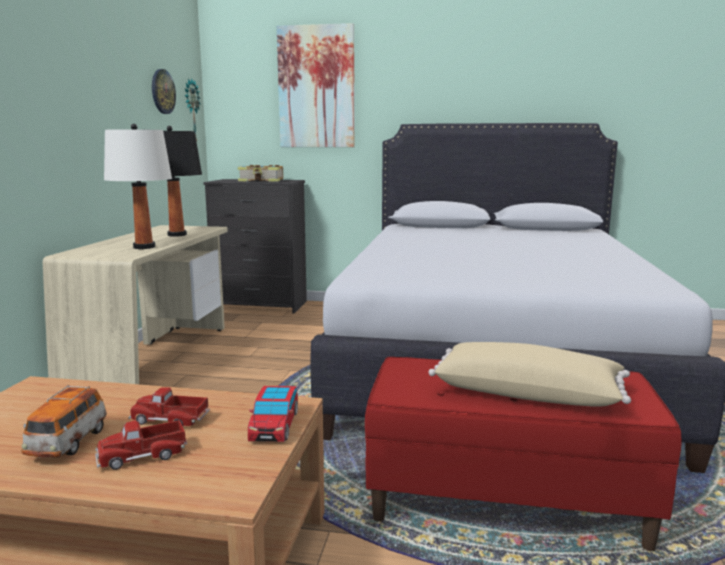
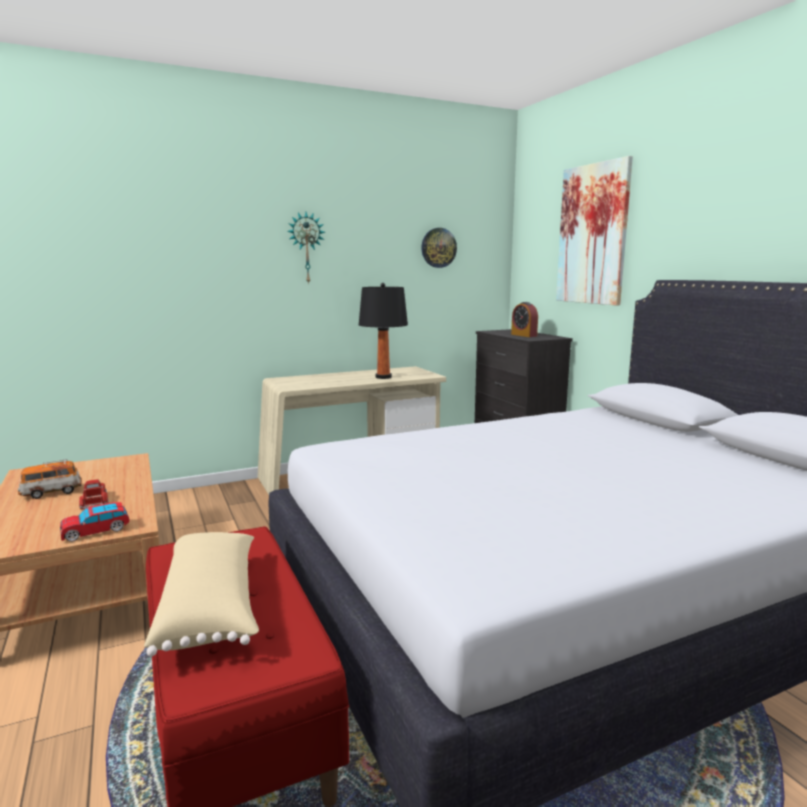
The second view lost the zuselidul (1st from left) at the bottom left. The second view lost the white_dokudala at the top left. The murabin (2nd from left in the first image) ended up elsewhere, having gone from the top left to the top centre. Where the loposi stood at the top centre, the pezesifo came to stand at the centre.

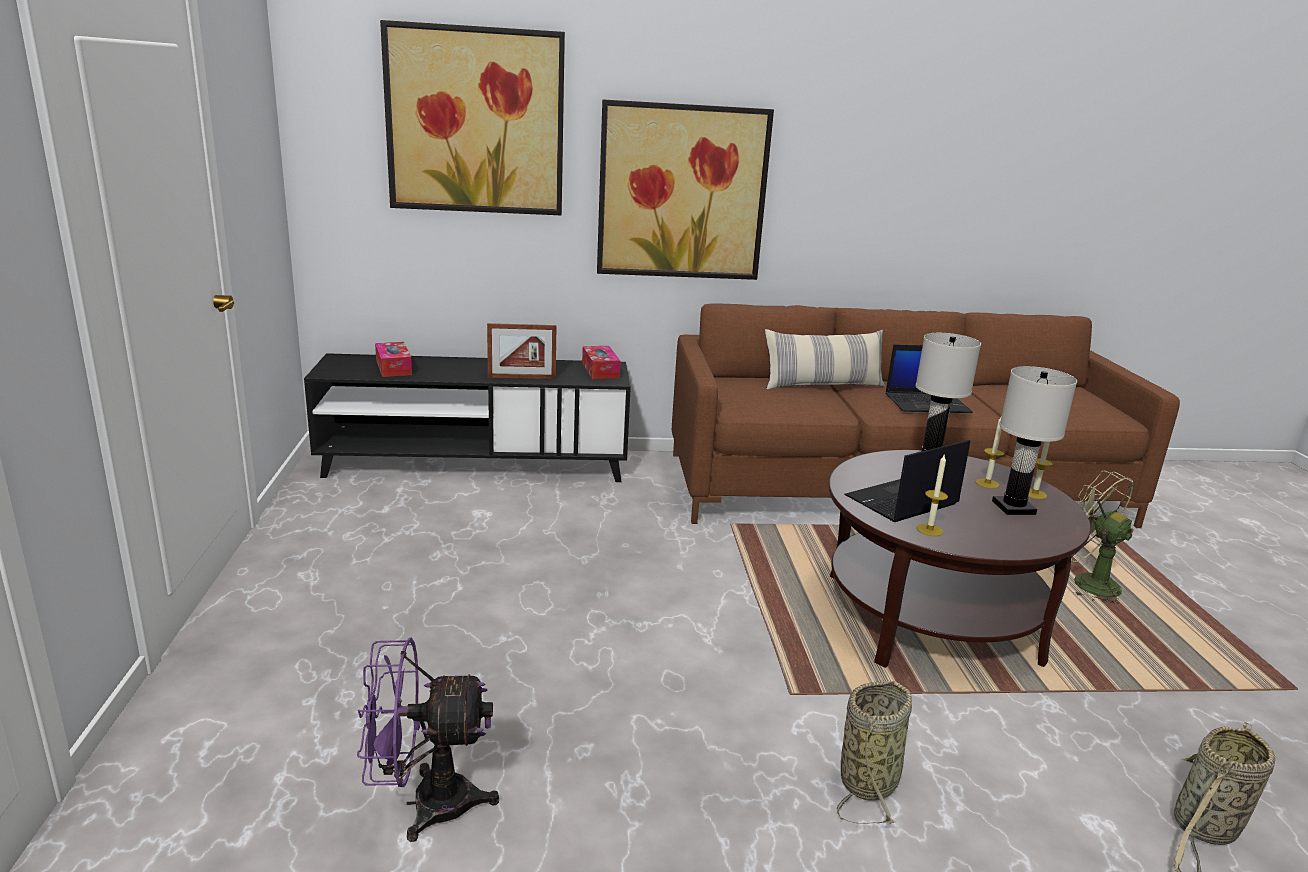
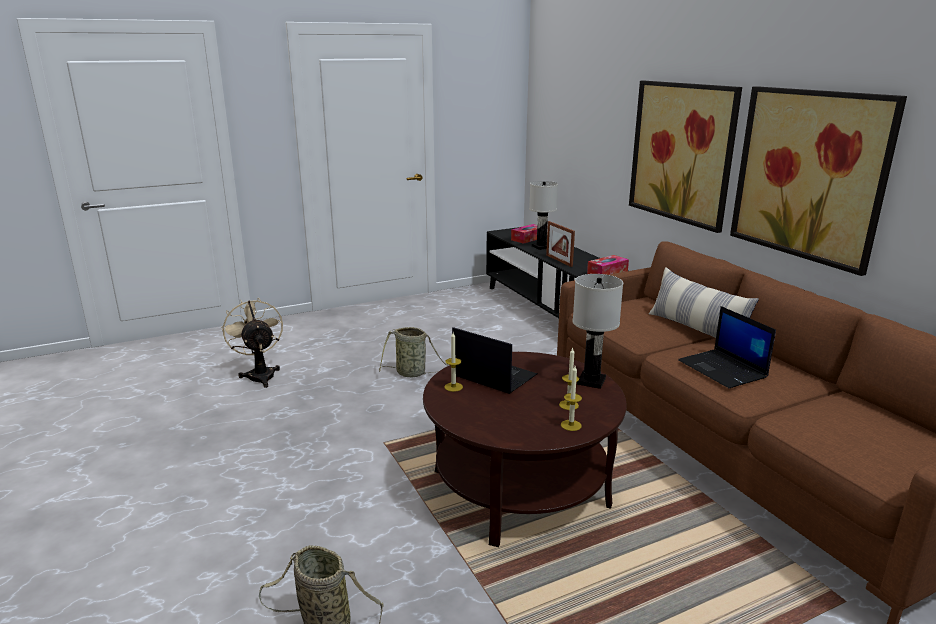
What was the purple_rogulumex at the bottom left turned into the beige_rogulumex at the middle left. The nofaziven (1st from left in the first image) ended up elsewhere, having gone from the top centre to the top right. The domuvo (1st from left in the first image) ended up elsewhere, having gone from the bottom right to the centre. The white_dokudala (2nd from left in the first image) ended up elsewhere, having gone from the middle right to the centre. The second view lost the green_rogulumex at the middle right.

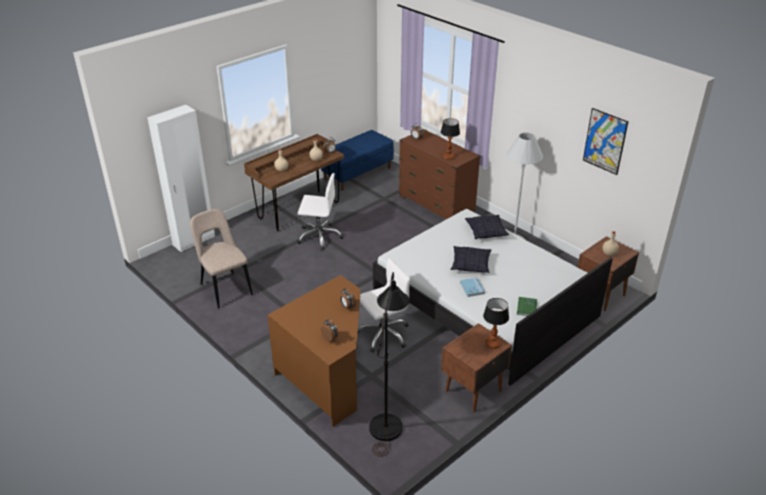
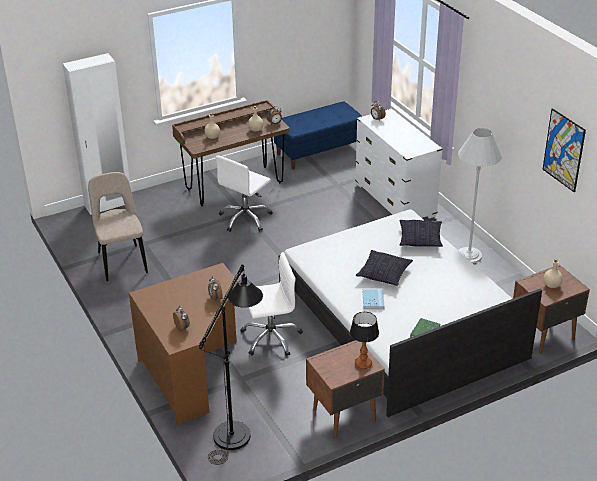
The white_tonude (1st from left) at the centre ended up facing another way, 105 degrees clockwise from before. What was the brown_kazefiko at the centre turned into the white_kazefiko at the middle right. The second view lost the dokudala (1st from left) at the top centre.

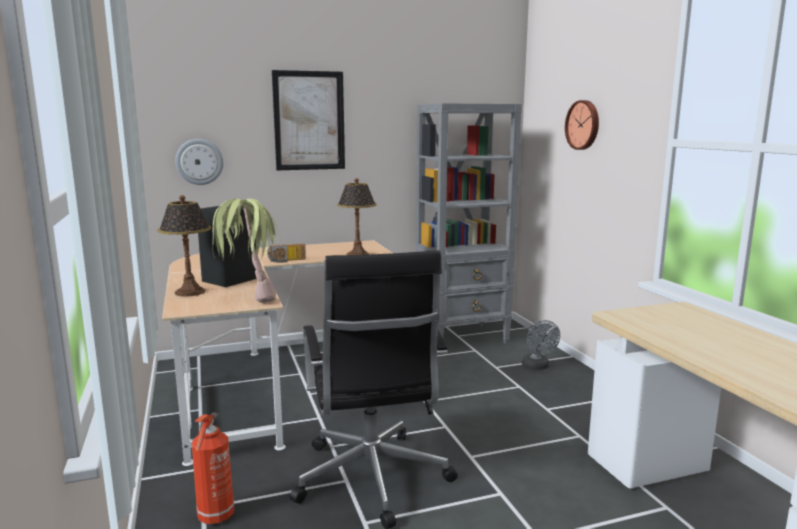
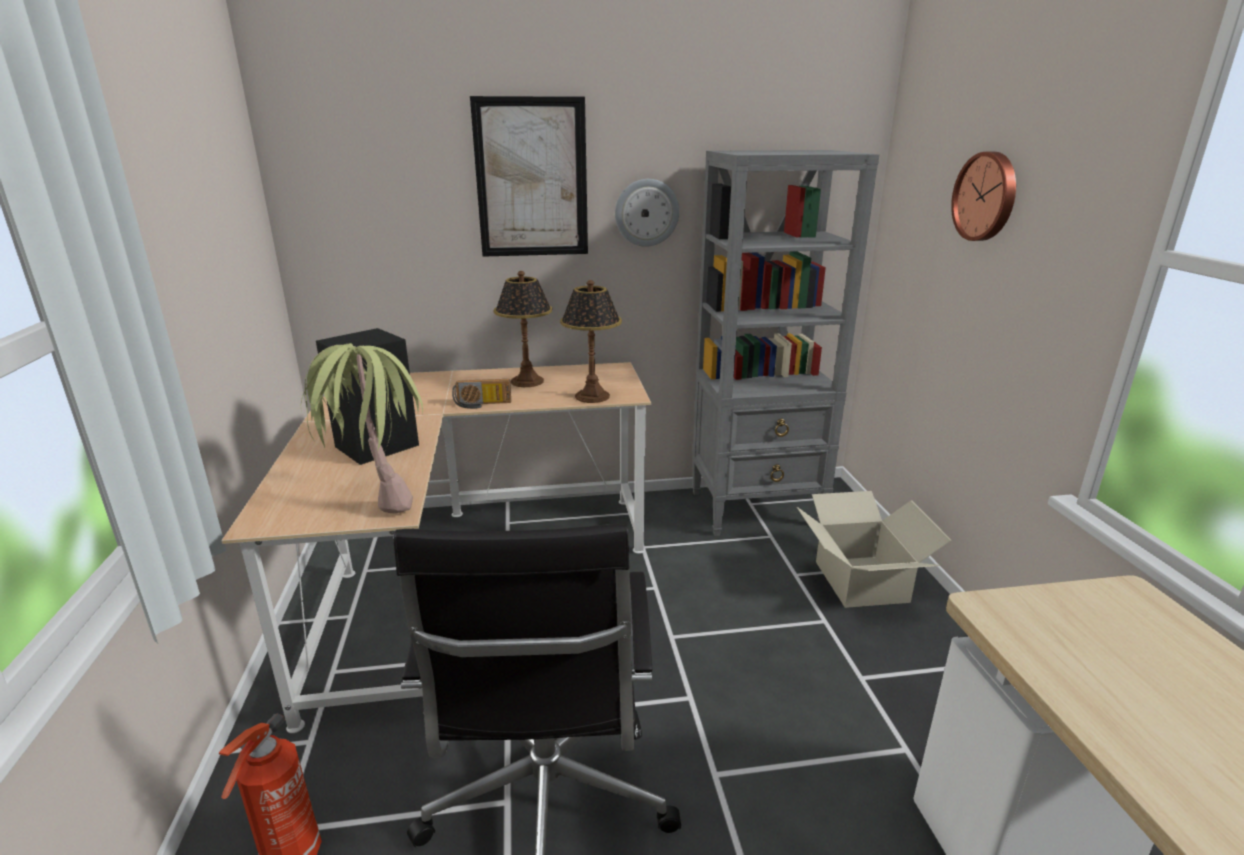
The dokudala (1st from left) ended up elsewhere, having gone from the middle left to the centre. The murabin (1st from left) ended up elsewhere, having gone from the top left to the top centre. Where the grey_rogulumex stood at the middle right, the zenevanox came to stand at the middle right.

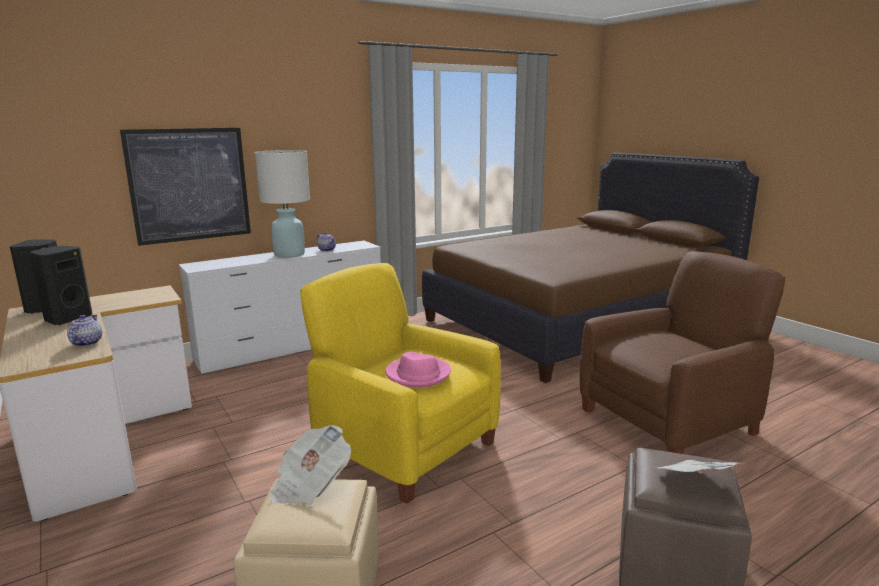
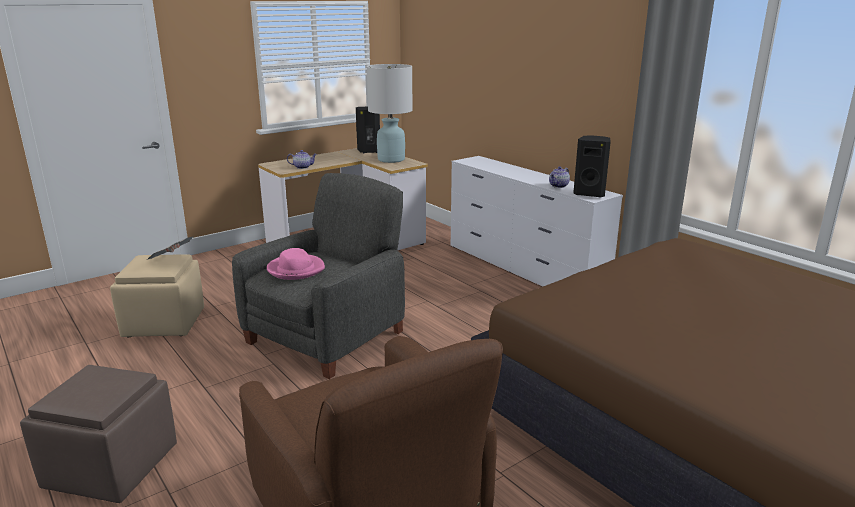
The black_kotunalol (2nd from left) ended up elsewhere, having gone from the middle left to the top right. The second view lost the nofaziven at the top left. The white_dokudala ended up elsewhere, having gone from the middle left to the top centre. What was the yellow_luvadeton at the centre turned into the grey_luvadeton at the centre. The second view lost the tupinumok (2nd from left) at the bottom right.

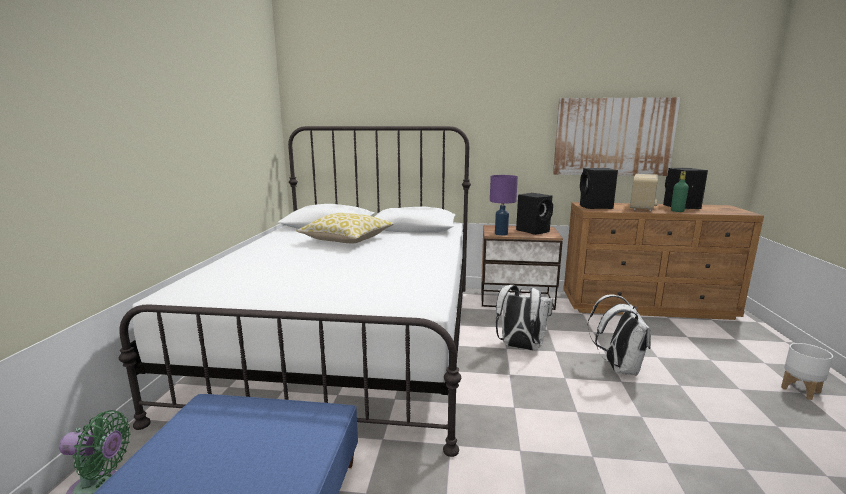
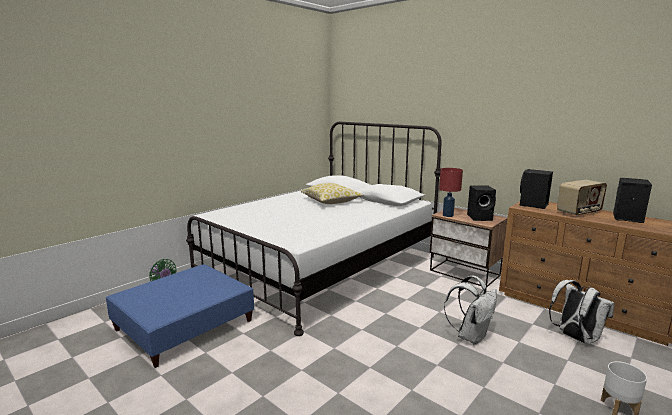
What was the purple_dokudala at the centre turned into the red_dokudala at the middle right. The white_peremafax (1st from left in the first image) ended up elsewhere, having gone from the centre to the bottom right. The second view lost the nofaziven at the top right. The second view lost the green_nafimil at the middle right.

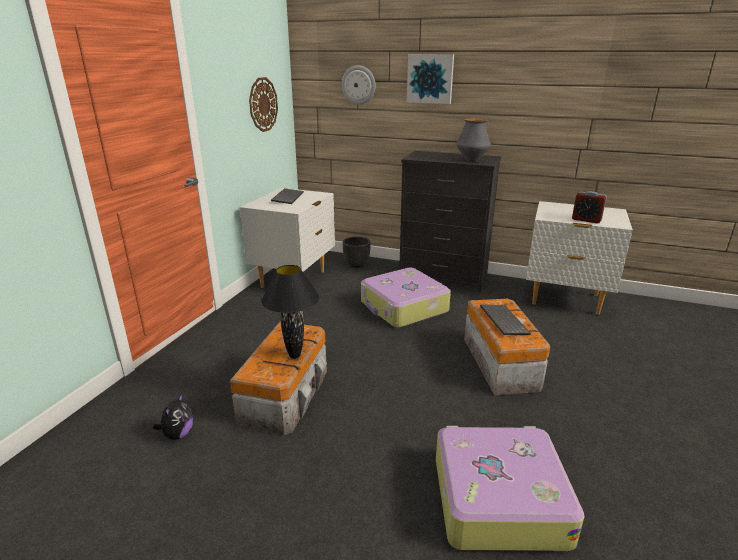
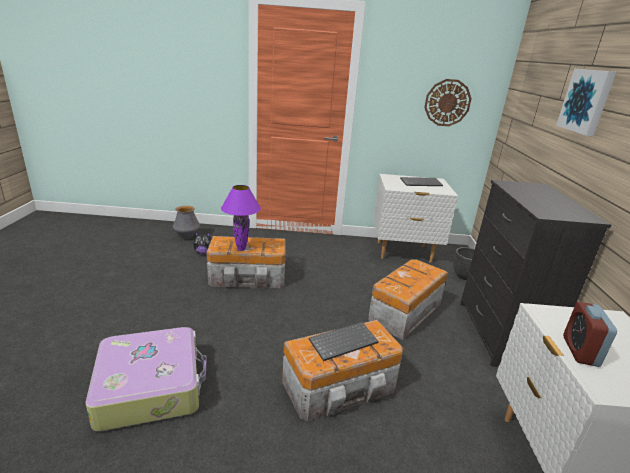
What was the black_dokudala at the centre turned into the purple_dokudala at the centre. The second view lost the murabin (2nd from left) at the top centre. Where the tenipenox (1st from left) stood at the centre, the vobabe (3rd from left) came to stand at the centre. The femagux ended up elsewhere, having gone from the top centre to the middle left.

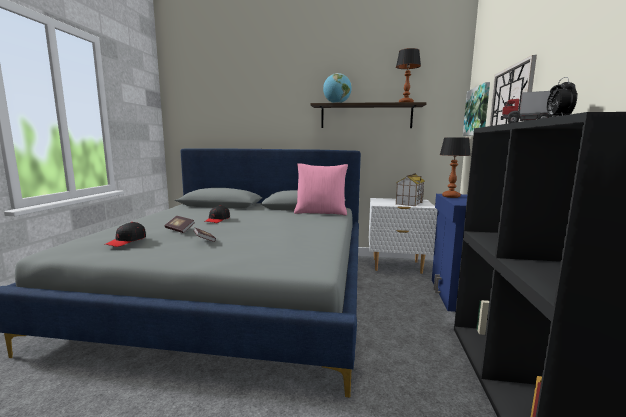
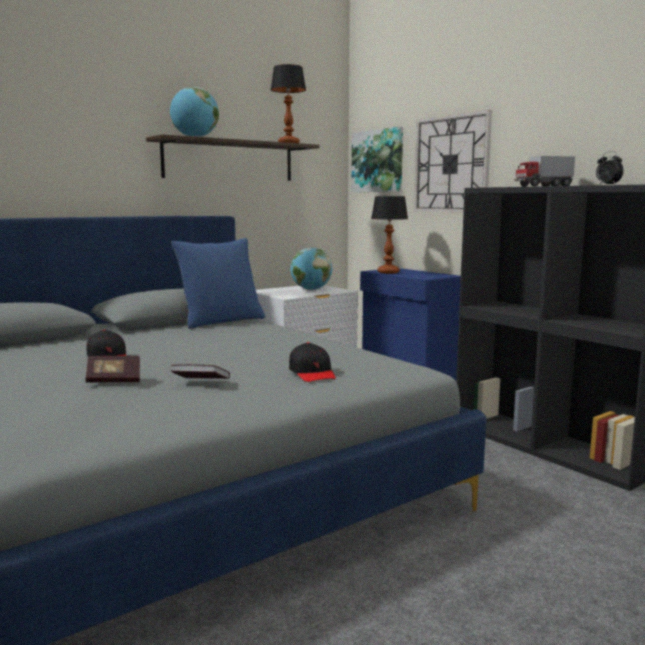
The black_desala (1st from left in the first image) ended up elsewhere, having gone from the middle left to the centre. What was the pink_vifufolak at the centre turned into the blue_vifufolak at the centre. Where the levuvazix stood at the centre, the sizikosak (2nd from left) came to stand at the centre.

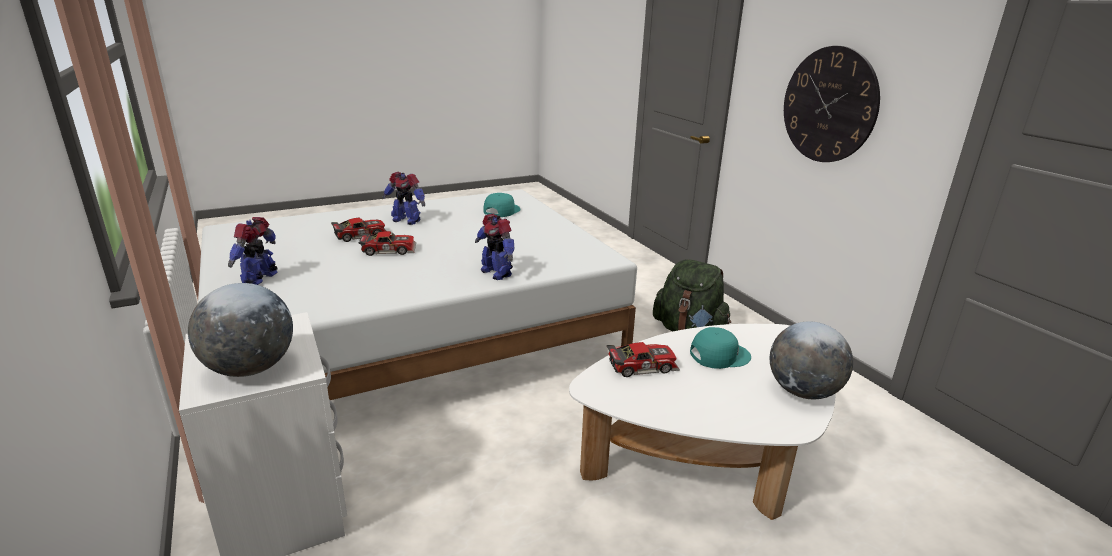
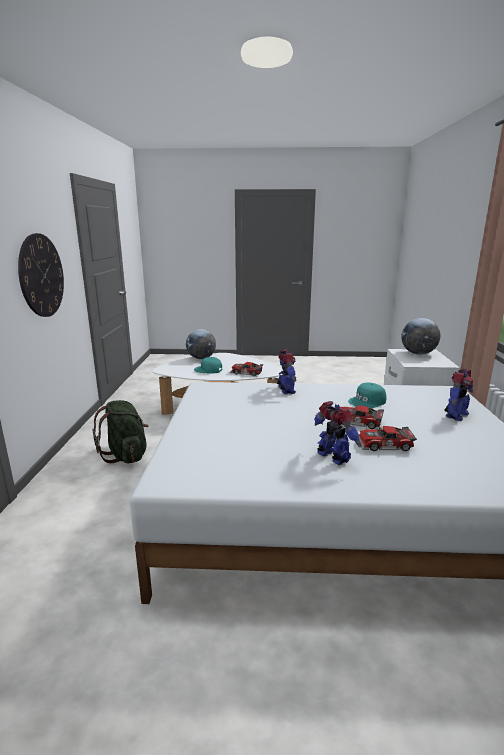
The turquoise_desala (1st from left in the first image) ended up elsewhere, having gone from the centre to the middle right.

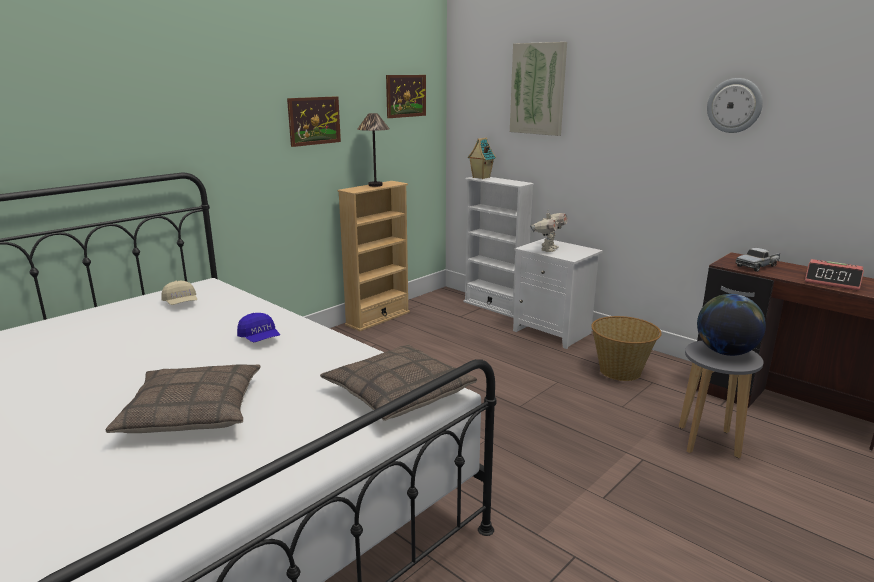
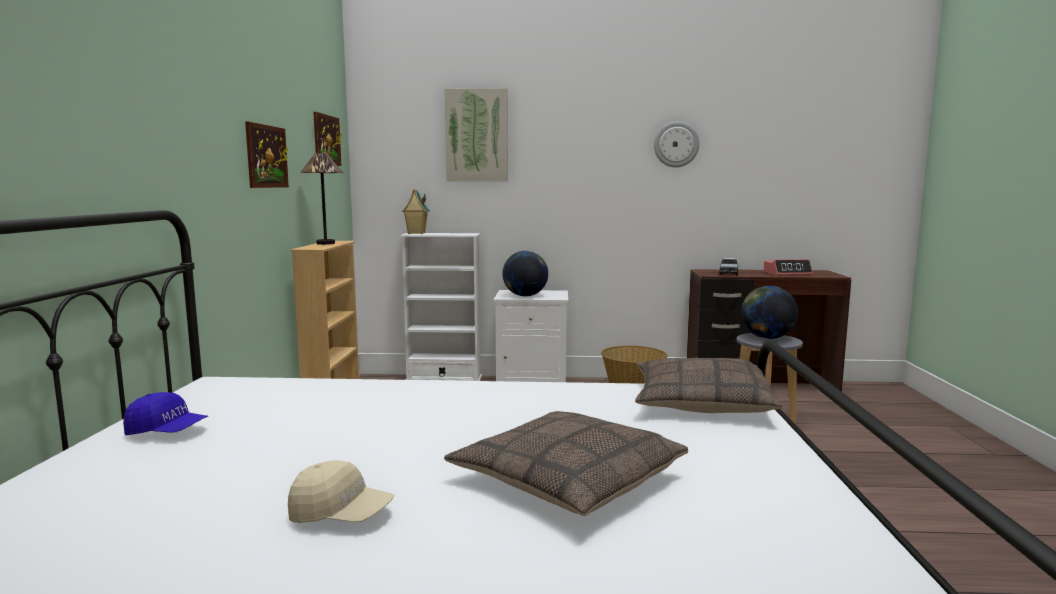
The beige_desala ended up elsewhere, having gone from the middle left to the bottom left. The blue_desala ended up elsewhere, having gone from the middle left to the bottom left. Where the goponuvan stood at the centre, the sizikosak (1st from left) came to stand at the centre.

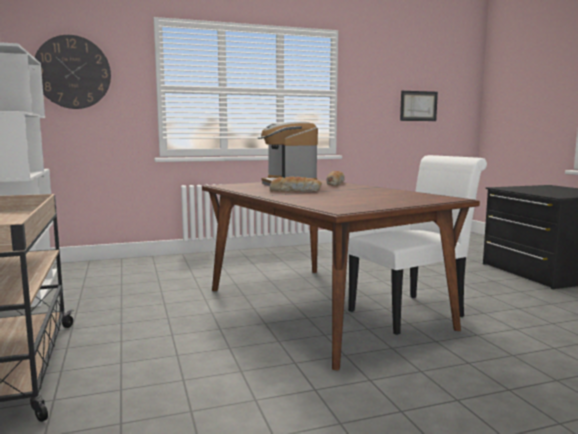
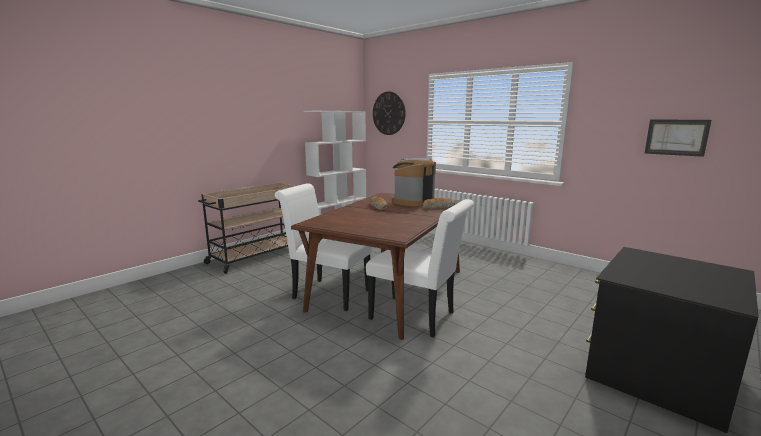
The second view gained the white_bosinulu (1st from left) at the centre.

